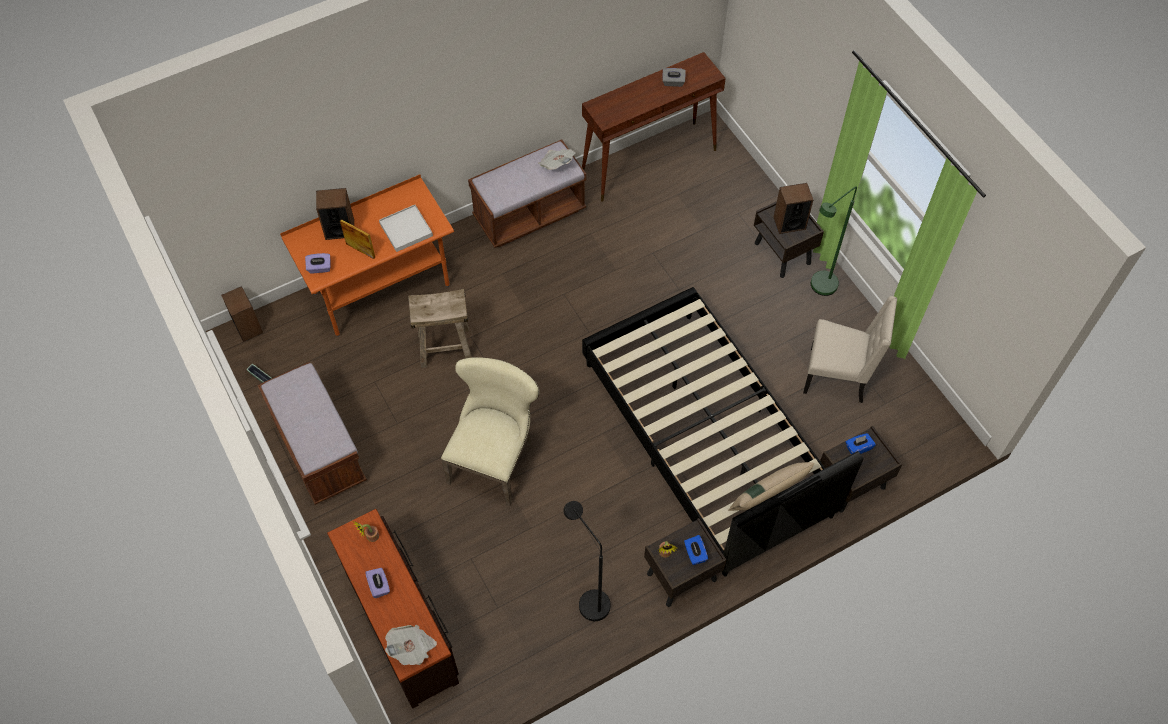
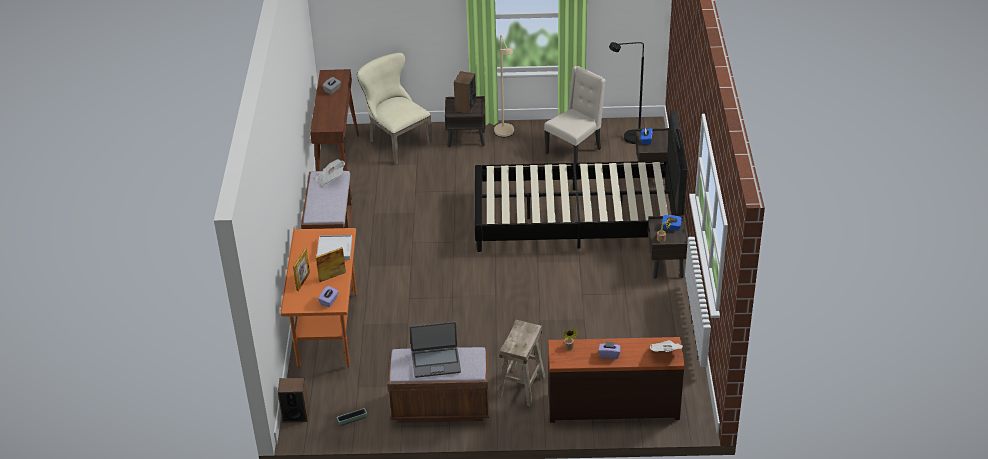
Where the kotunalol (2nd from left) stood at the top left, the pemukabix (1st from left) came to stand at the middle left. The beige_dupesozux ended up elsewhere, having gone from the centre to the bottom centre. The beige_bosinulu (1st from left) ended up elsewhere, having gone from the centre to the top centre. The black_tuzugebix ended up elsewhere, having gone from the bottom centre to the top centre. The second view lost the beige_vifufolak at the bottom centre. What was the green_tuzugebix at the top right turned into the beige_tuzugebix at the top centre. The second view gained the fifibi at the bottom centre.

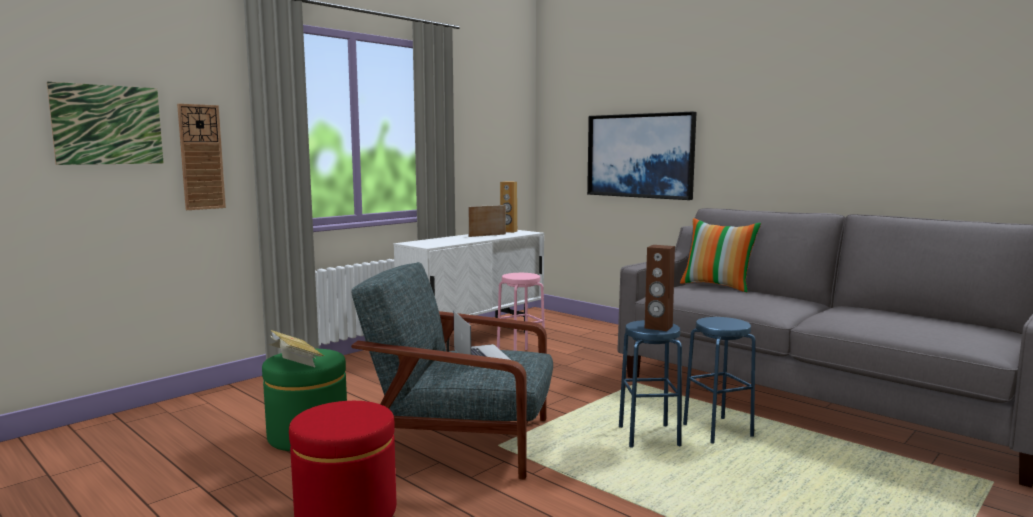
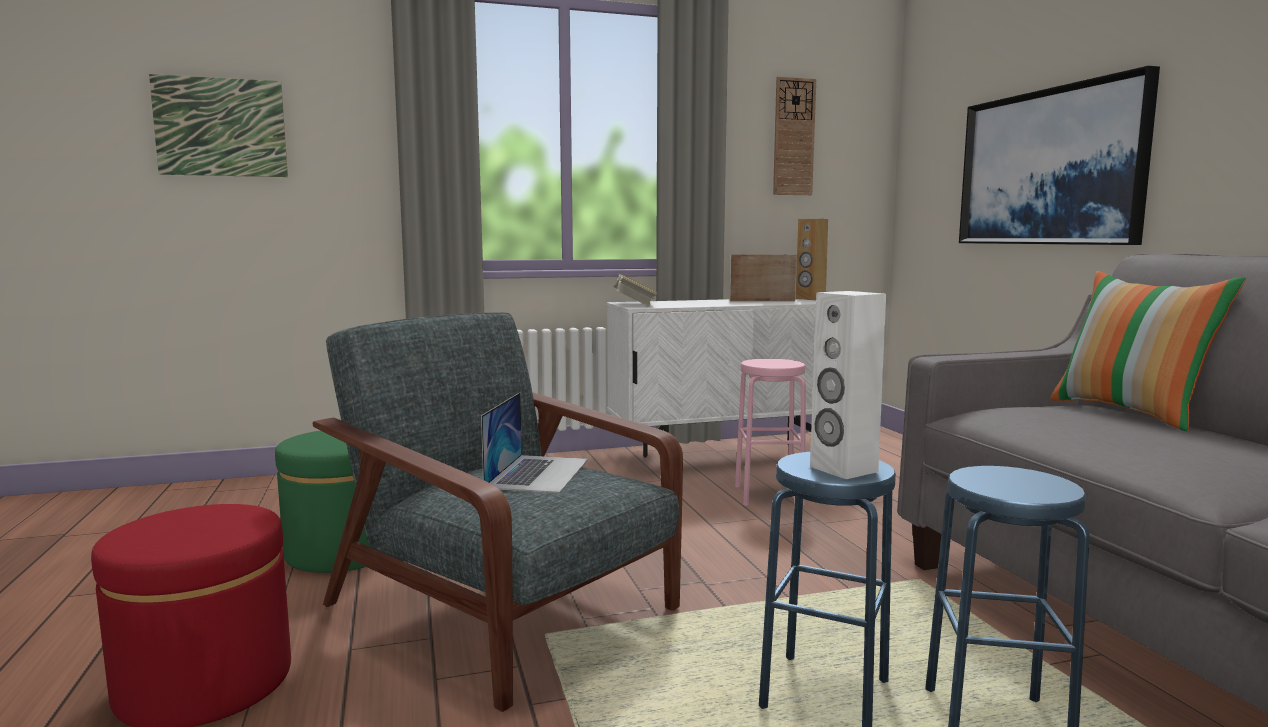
The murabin ended up elsewhere, having gone from the top left to the top centre. The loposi ended up elsewhere, having gone from the bottom left to the centre. What was the brown_kotunalol (2nd from left) at the centre turned into the white_kotunalol at the middle right.

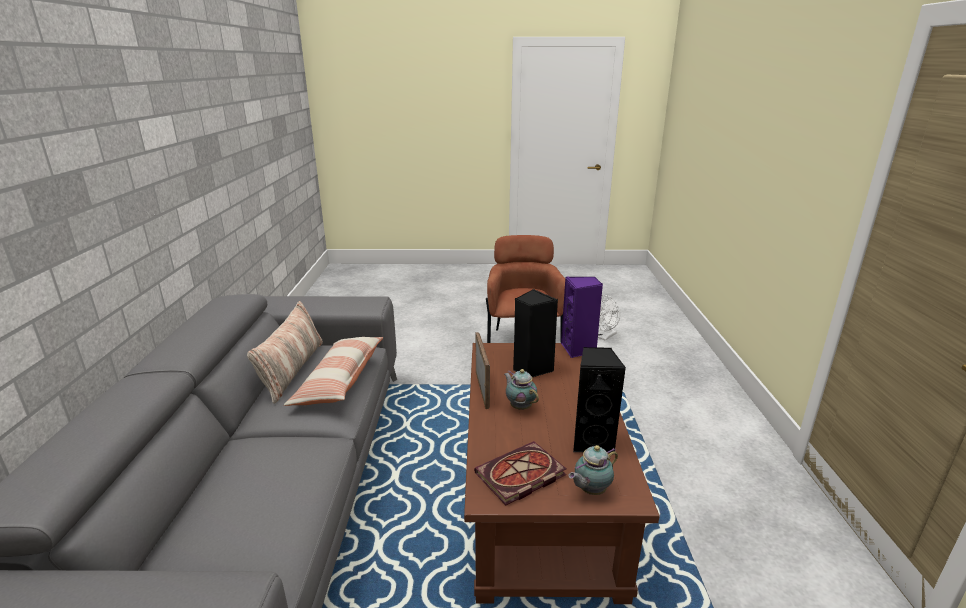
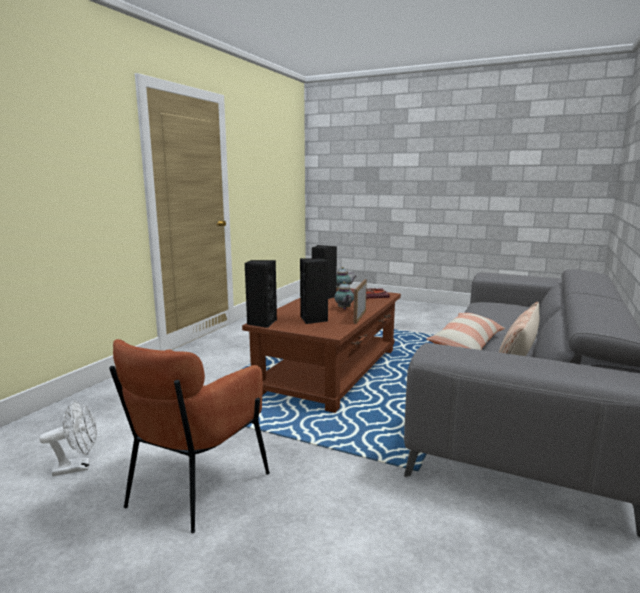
What was the purple_kotunalol at the centre turned into the black_kotunalol (1st from left) at the centre.

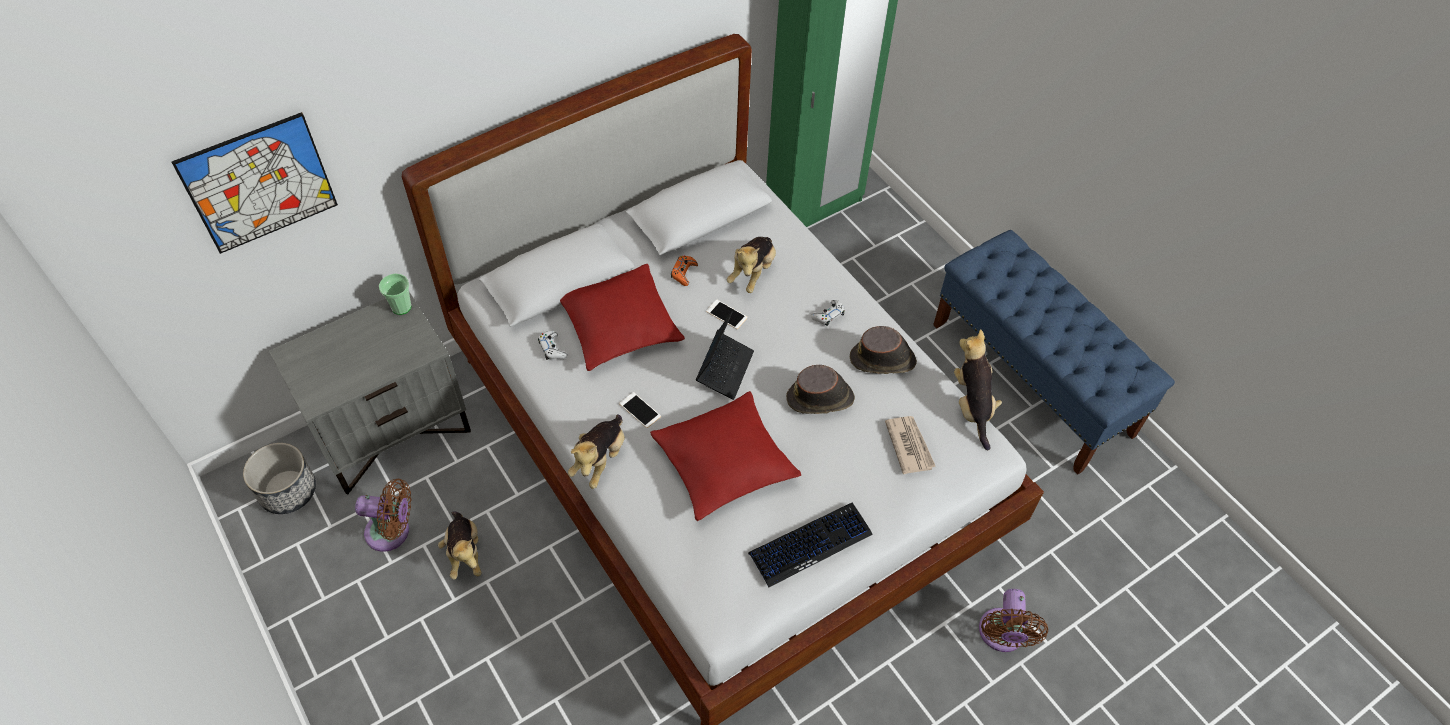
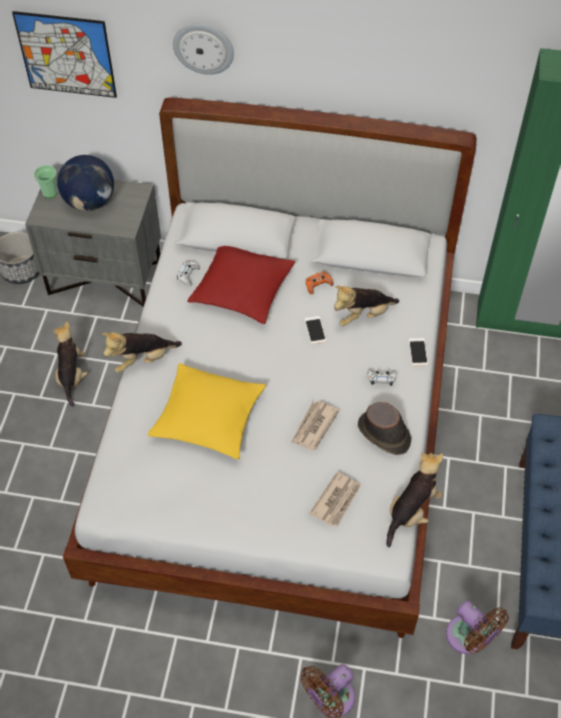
The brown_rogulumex (1st from left in the first image) ended up elsewhere, having gone from the bottom left to the bottom right. The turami ended up elsewhere, having gone from the middle left to the top left. The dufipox (1st from left) at the bottom left ended up facing another way, 150 degrees clockwise from before. The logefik (1st from left in the first image) ended up elsewhere, having gone from the centre to the middle right. What was the red_vifufolak (2nd from left) at the centre turned into the yellow_vifufolak at the centre. The second view lost the fifibi at the centre. The second view lost the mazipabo at the bottom centre. Where the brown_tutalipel (1st from left) stood at the centre, the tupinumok (1st from left) came to stand at the centre. The second view gained the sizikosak at the top left. The second view gained the murabin at the top centre.

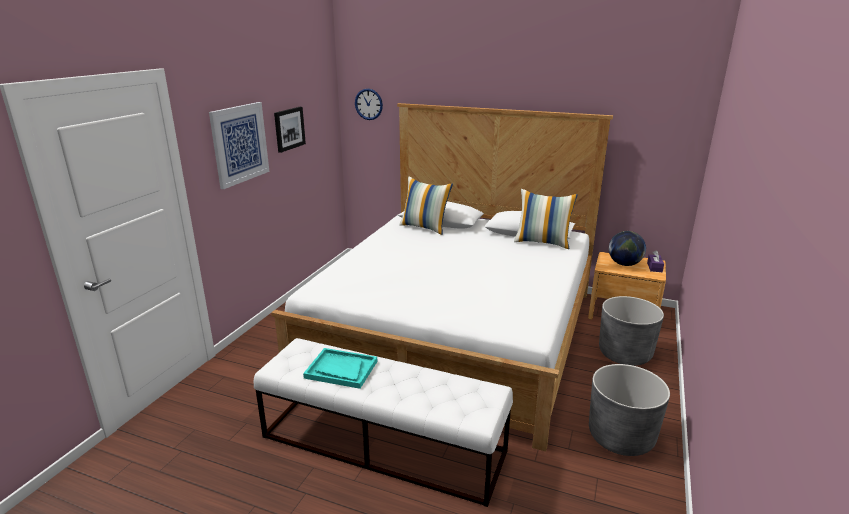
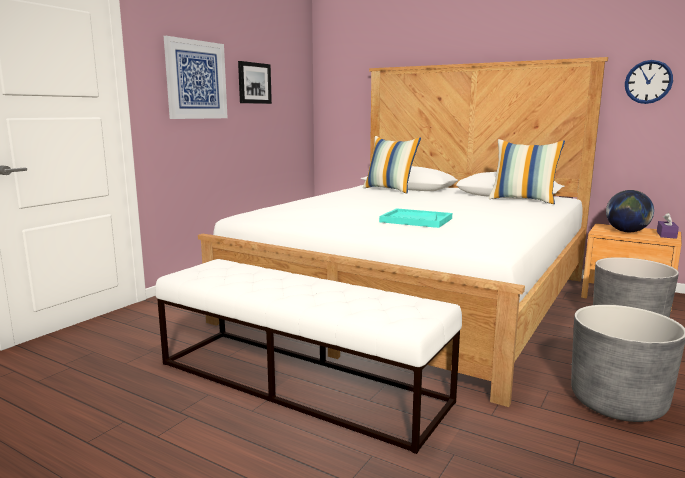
The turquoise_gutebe ended up elsewhere, having gone from the bottom centre to the centre. The murabin ended up elsewhere, having gone from the top centre to the top right.

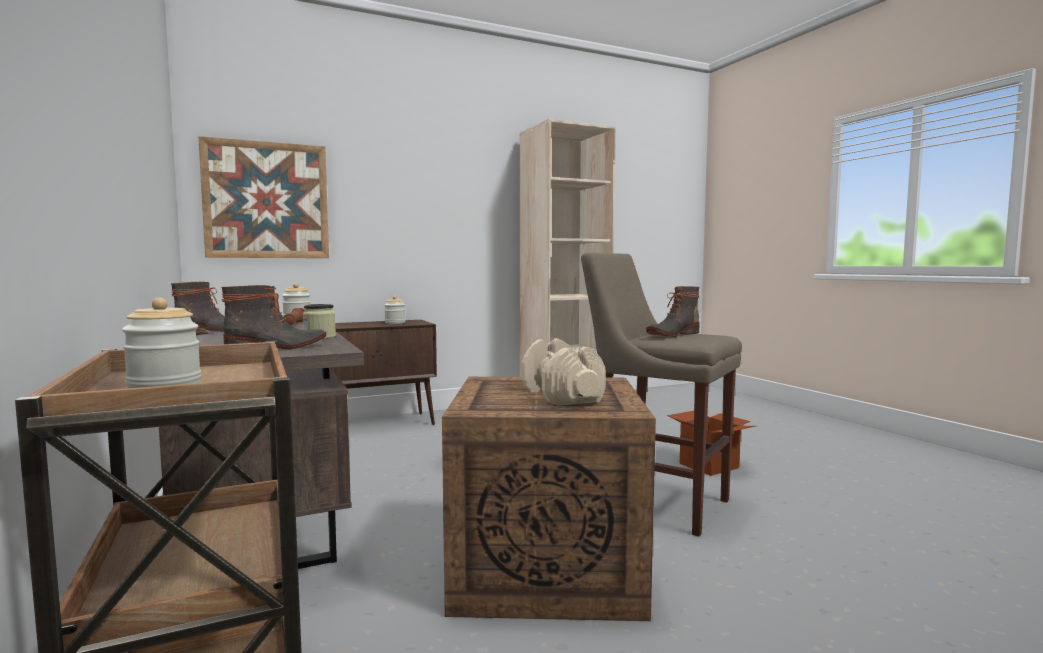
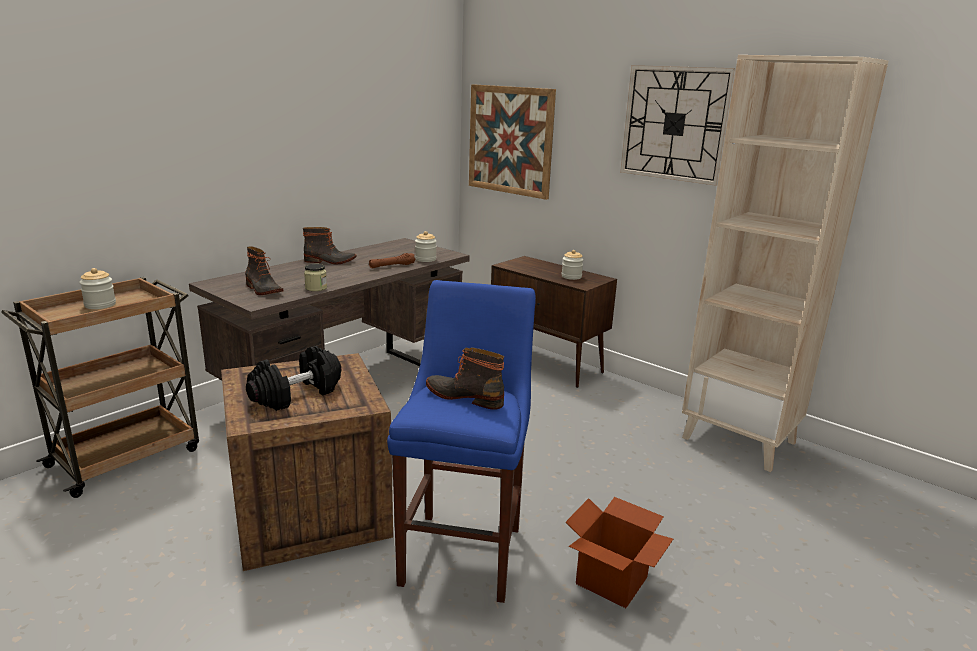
What was the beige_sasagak at the centre turned into the black_sasagak at the middle left. What was the beige_dupesozux at the centre turned into the blue_dupesozux at the bottom centre. The second view gained the murabin at the top right.

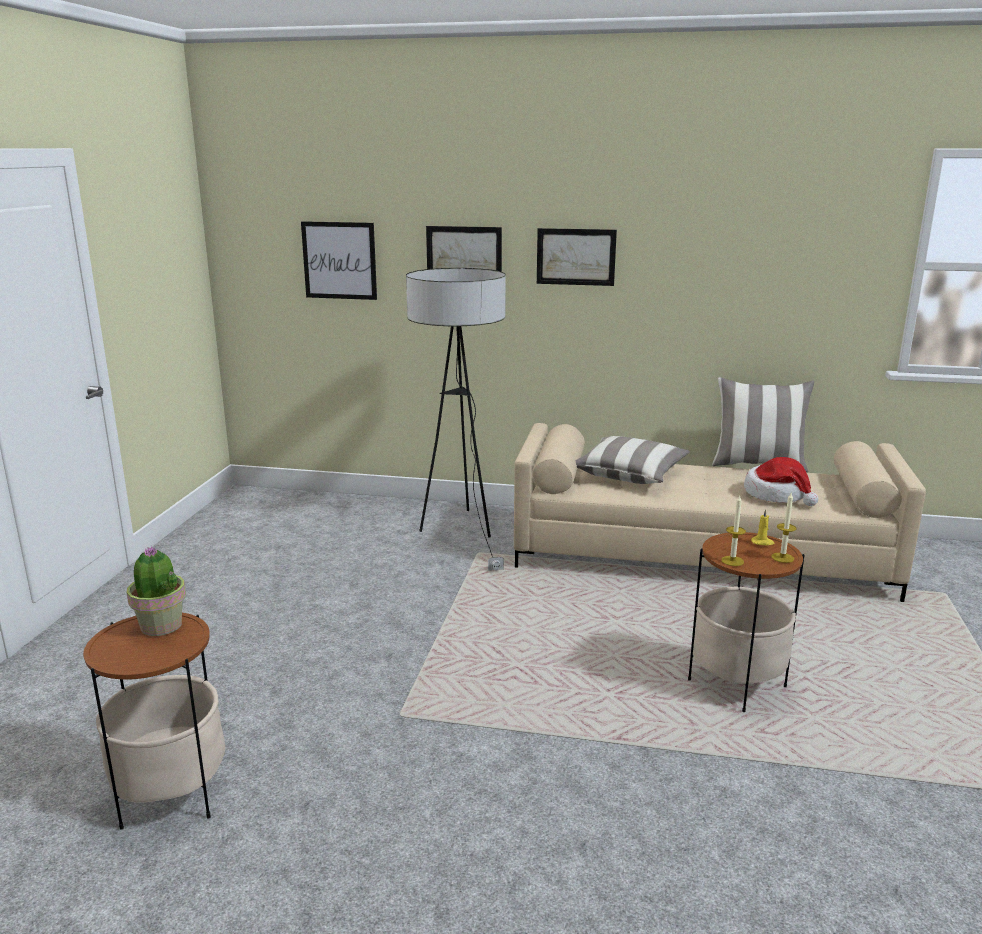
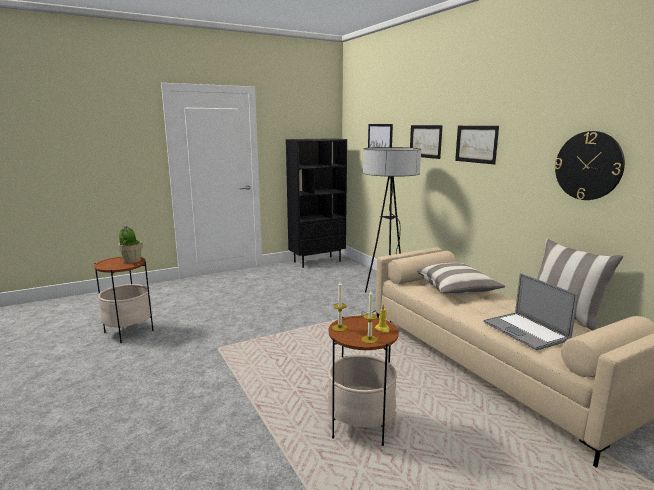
Where the tutalipel stood at the middle right, the fifibi came to stand at the middle right. The second view gained the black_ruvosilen at the centre. The second view gained the murabin at the middle right.

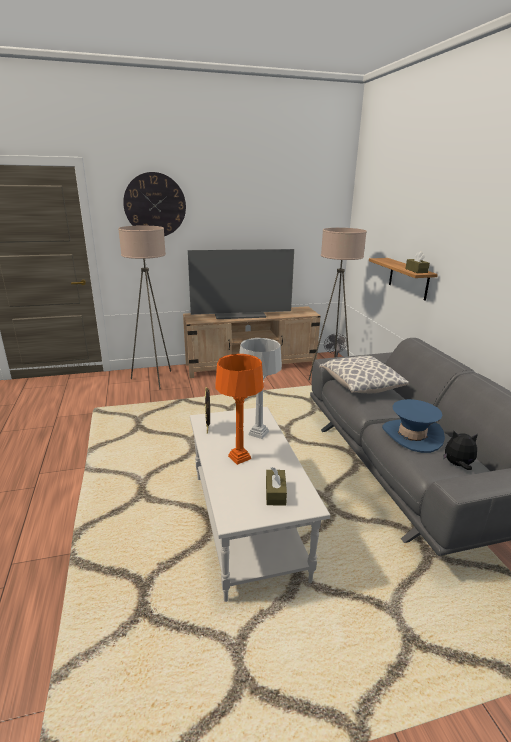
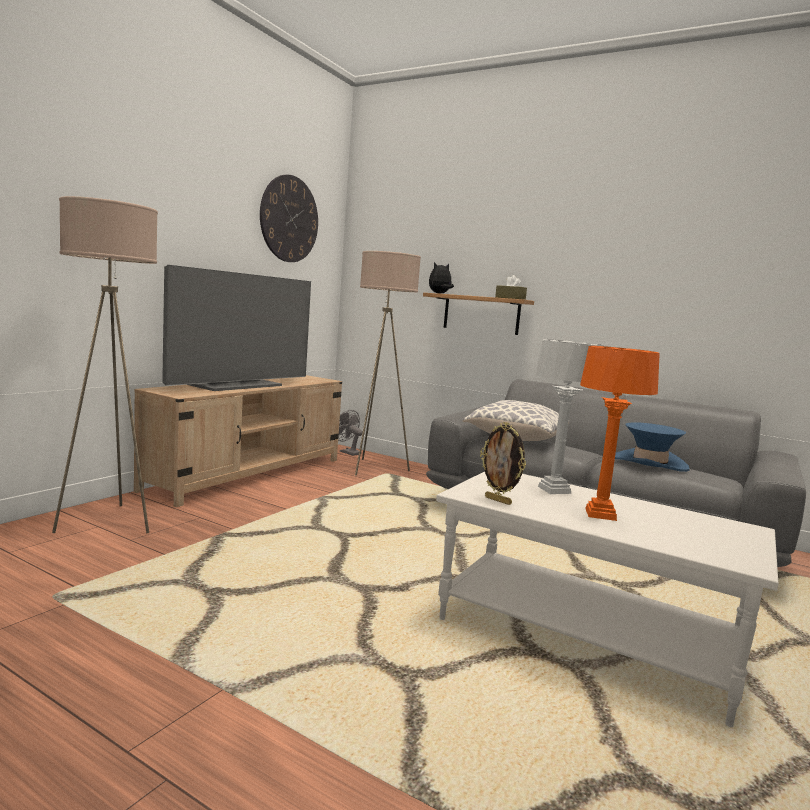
The murabin ended up elsewhere, having gone from the top left to the top centre. The second view lost the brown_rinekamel (1st from left) at the centre. The dufipox ended up elsewhere, having gone from the middle right to the centre.

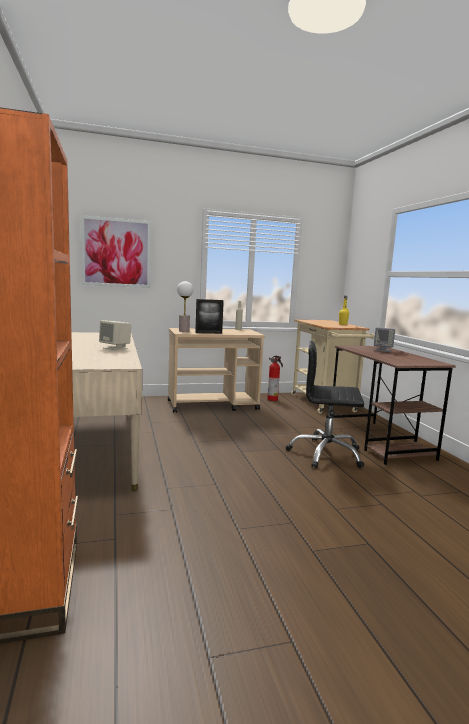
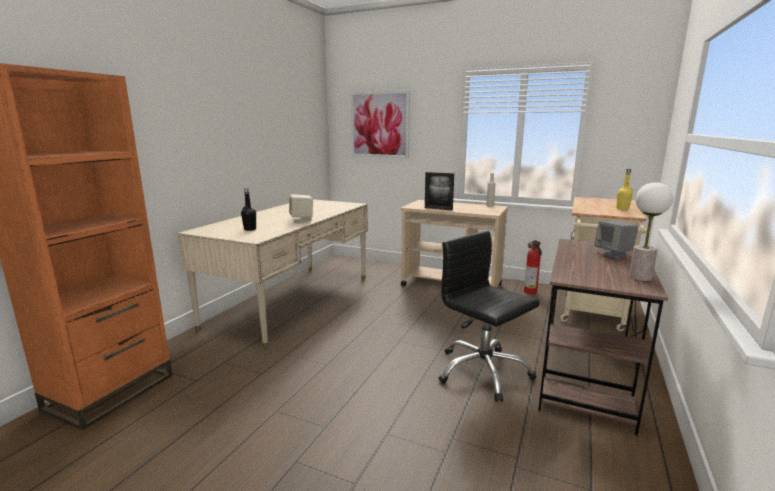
The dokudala ended up elsewhere, having gone from the centre to the middle right. The second view gained the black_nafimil at the middle left.

